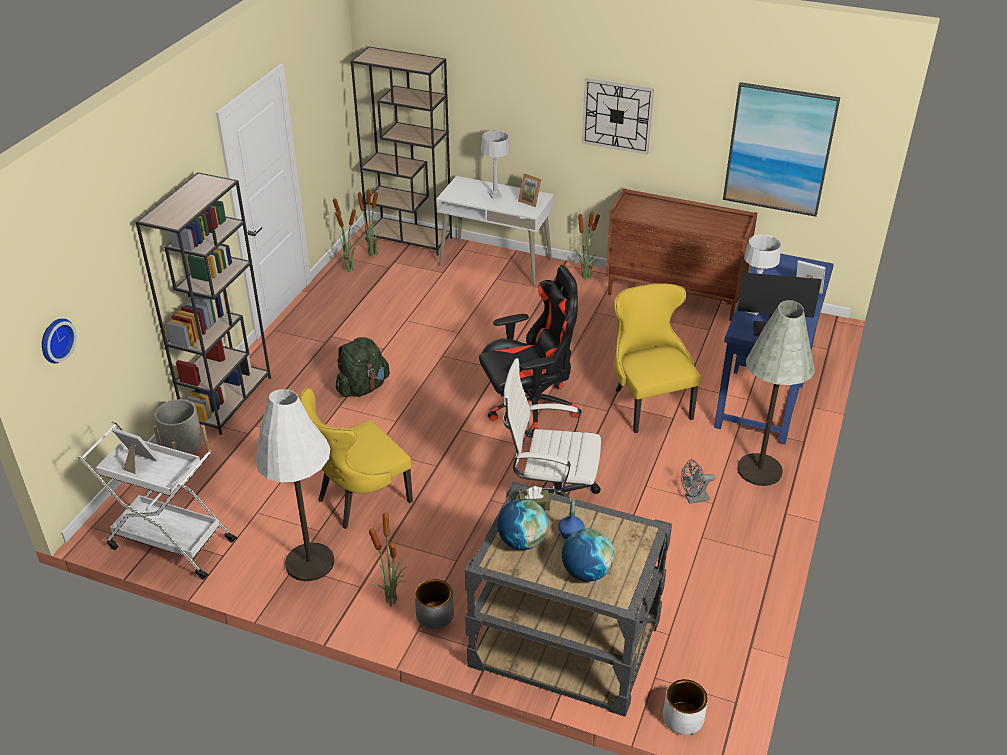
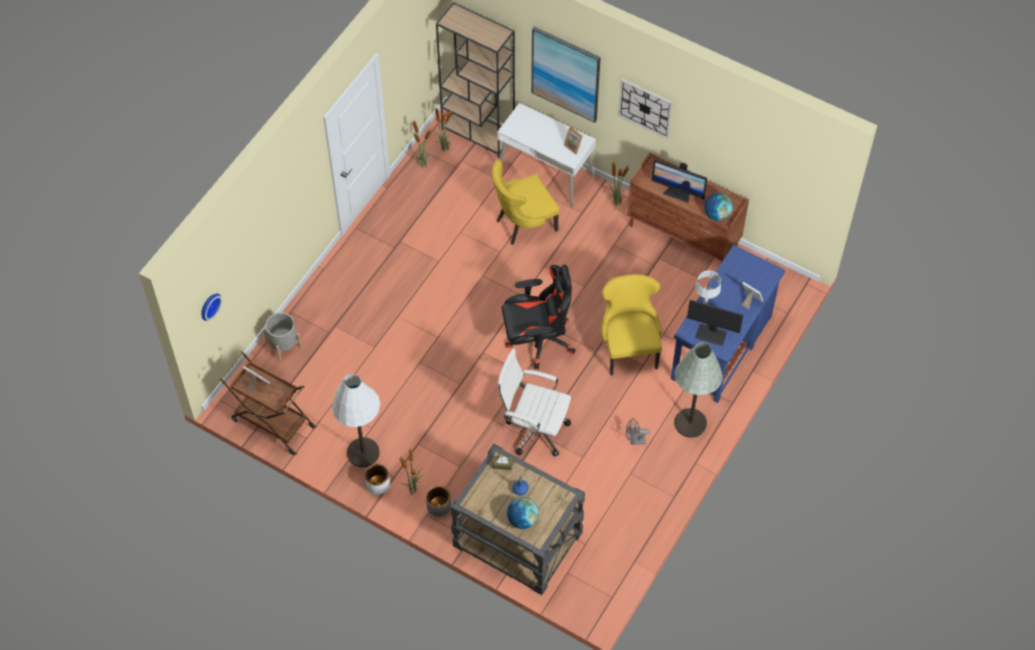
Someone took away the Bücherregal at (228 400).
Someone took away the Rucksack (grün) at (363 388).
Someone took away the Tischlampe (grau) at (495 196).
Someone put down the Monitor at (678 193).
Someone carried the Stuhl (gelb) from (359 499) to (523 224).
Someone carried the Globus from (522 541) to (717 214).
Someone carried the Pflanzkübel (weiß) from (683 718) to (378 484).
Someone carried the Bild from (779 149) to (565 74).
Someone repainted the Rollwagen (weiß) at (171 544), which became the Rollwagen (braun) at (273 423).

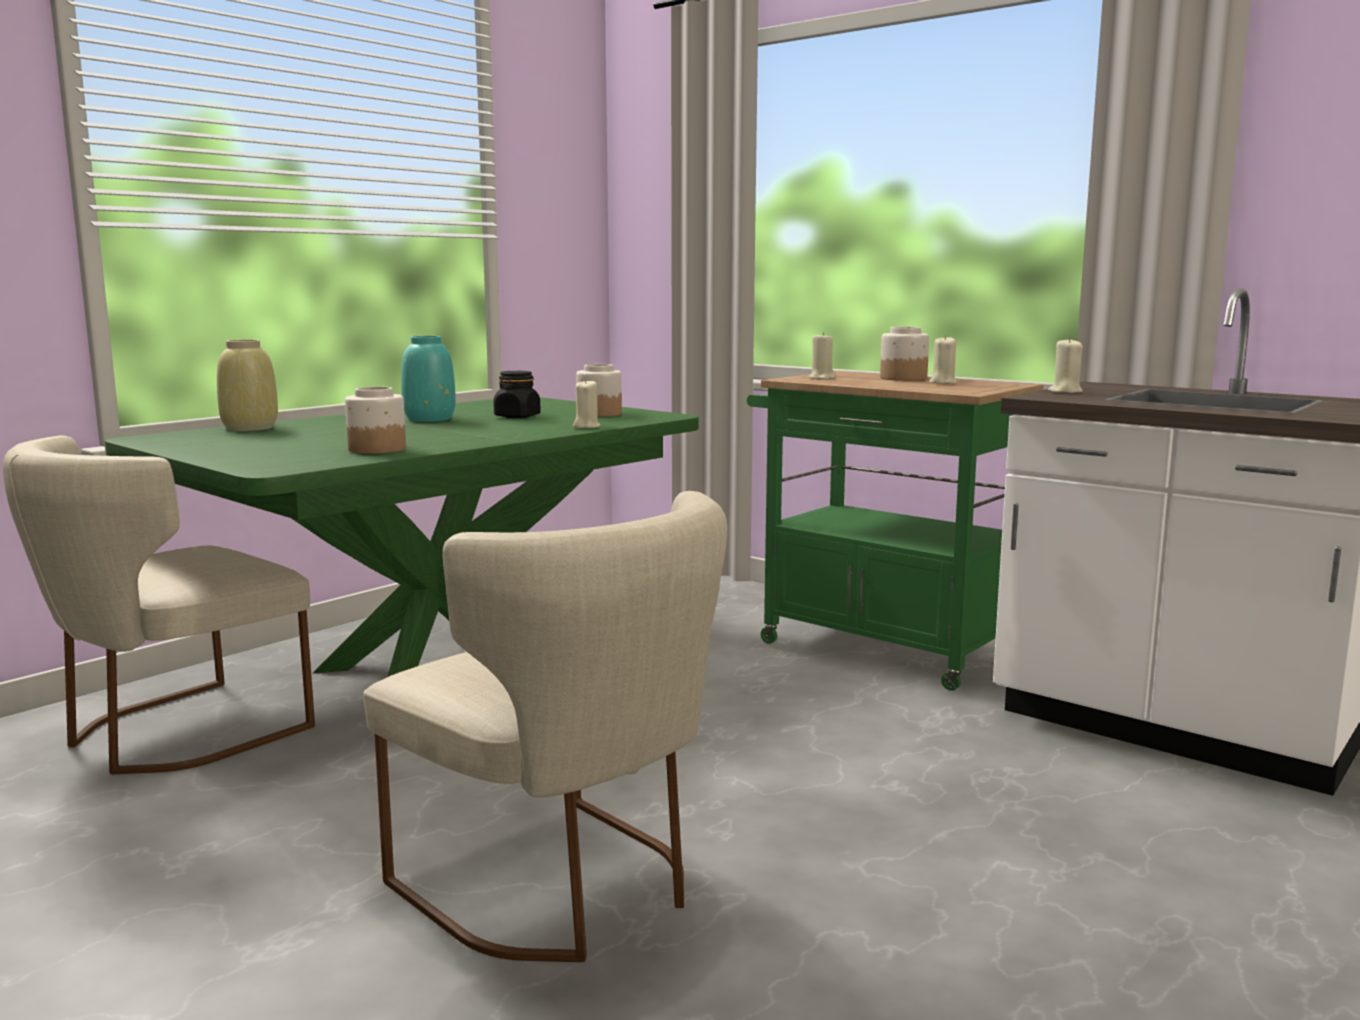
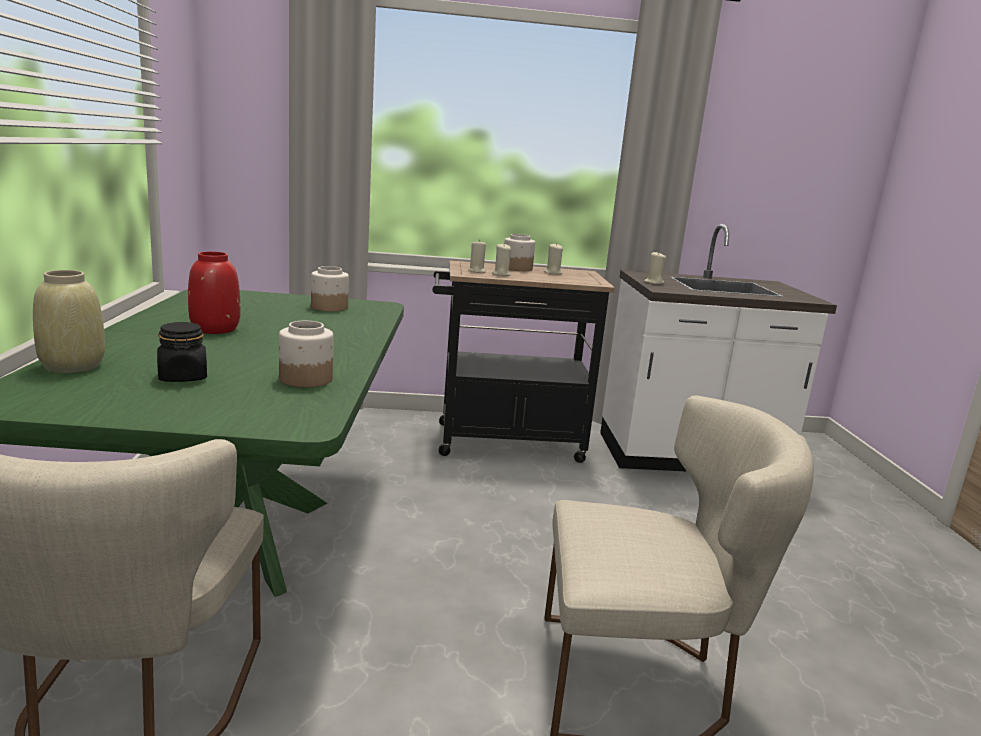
Someone carried the Vorratsglas (schwarz) from (517 416) to (183 377).
Someone carried the Kerze (beige) from (586 427) to (501 274).
Someone repainted the Vase (türkis) at (429 419), which became the Vase (rot) at (214 329).
Someone repainted the Rollwagen (grün) at (879 647), which became the Rollwagen (schwarz) at (504 442).

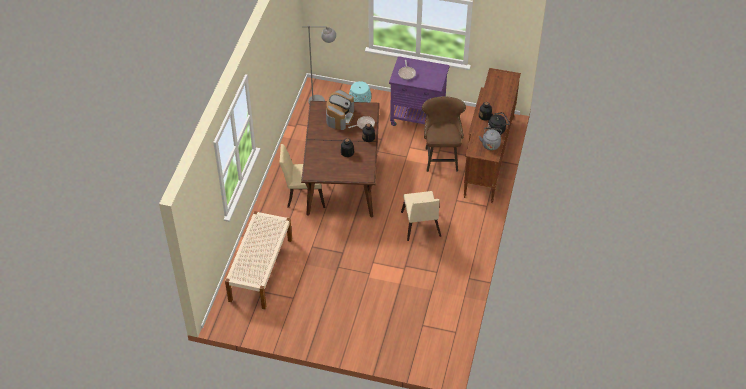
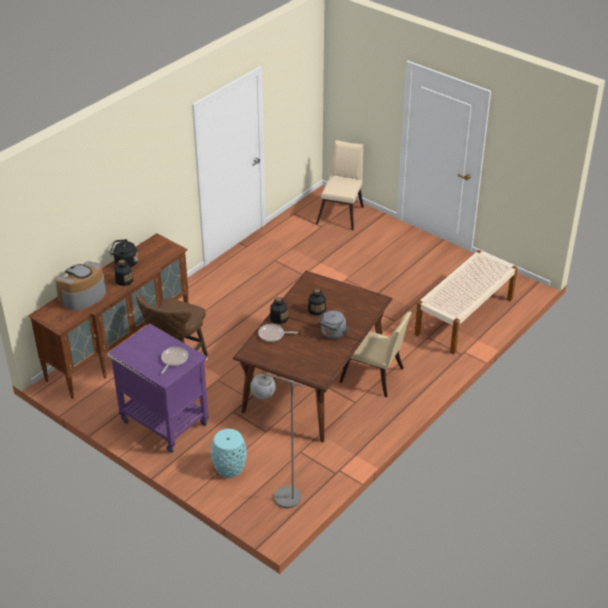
Someone carried the Kaffeemaschine from (339 117) to (83 296).
Someone carried the Stuhl (beige) from (420 227) to (341 213).
Someone carried the Wasserkessel (grau) from (490 144) to (332 334).

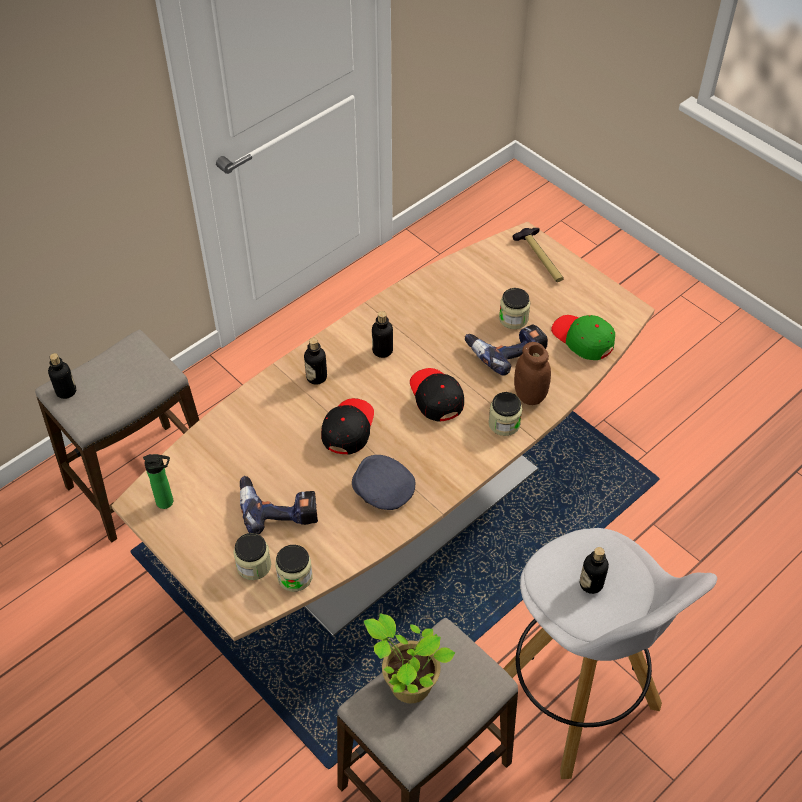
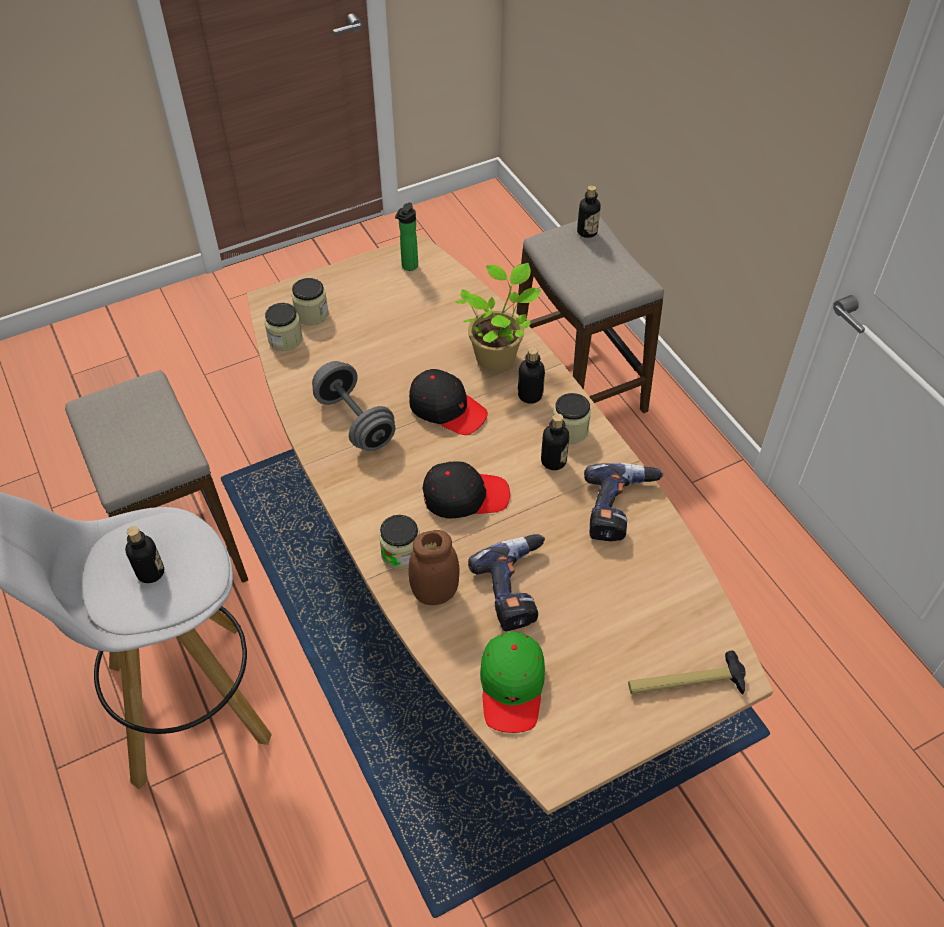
Someone carried the Bohrmaschine from (279 508) to (620 508).
Someone carried the Topfpflanze from (407 683) to (497 355).
Someone carried the Vorratsglas from (513 319) to (569 430).
Someone swapped the Kappe (grau) at (382 490) for the Hantel (grau) at (355 421).
Someone rotated the Kappe (grün) at (582 339) by 120 degrees clockwise.

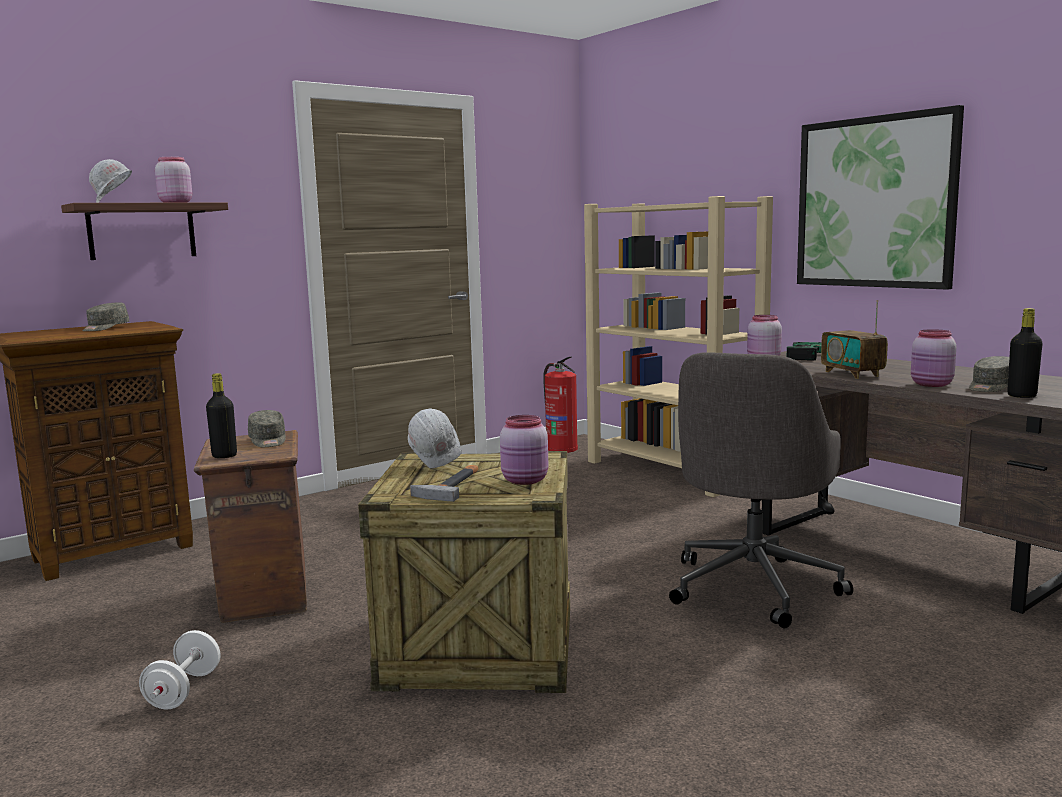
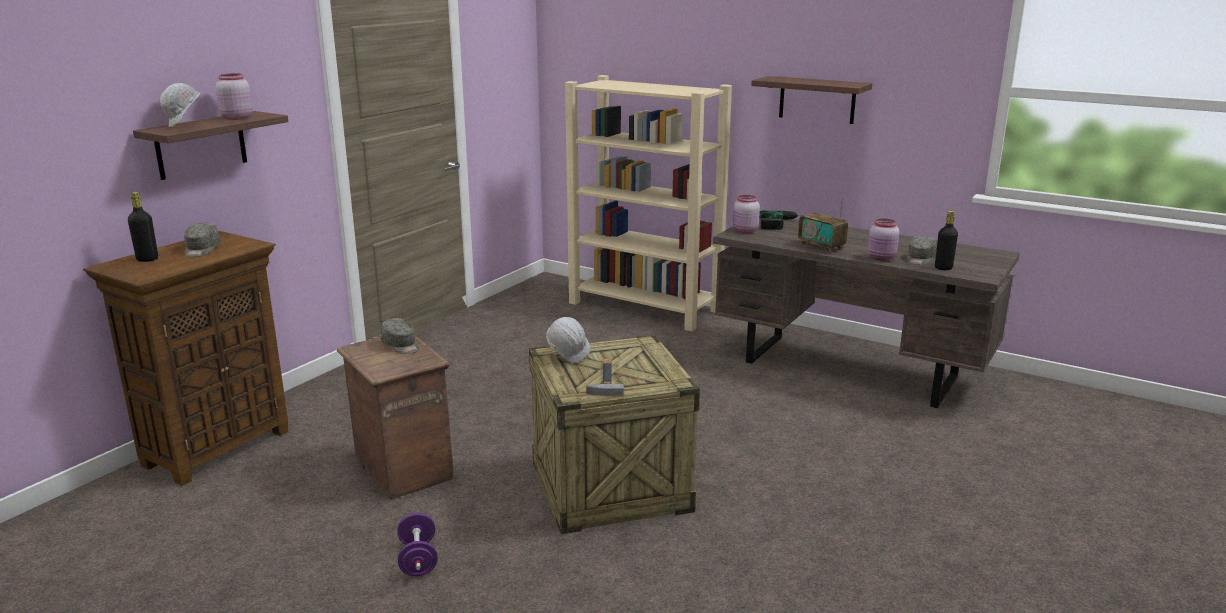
Someone took away the Vorratsglas (rosa) at (526 481).
Someone took away the Feuerlöscher at (561 448).
Someone took away the Bürostuhl (grau) at (753 588).
Someone carried the Flasche (schwarz) from (224 456) to (147 259).
Someone swapped the Bild at (875 202) for the Wandregal at (817 100).
Someone repainted the Hantel (weiß) at (183 691), which became the Hantel (lila) at (418 559).

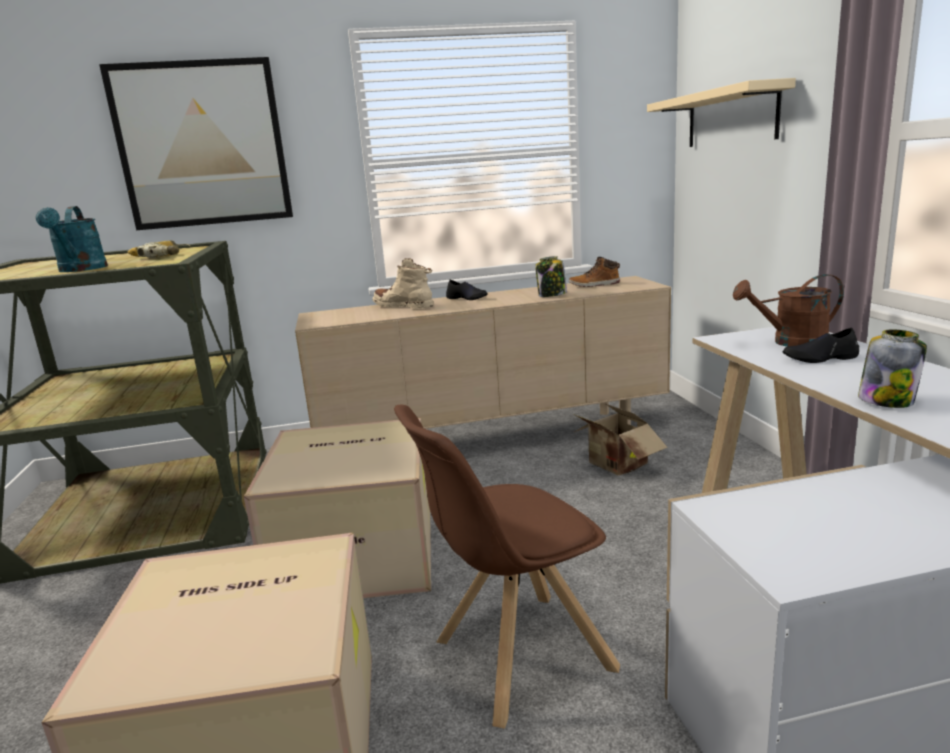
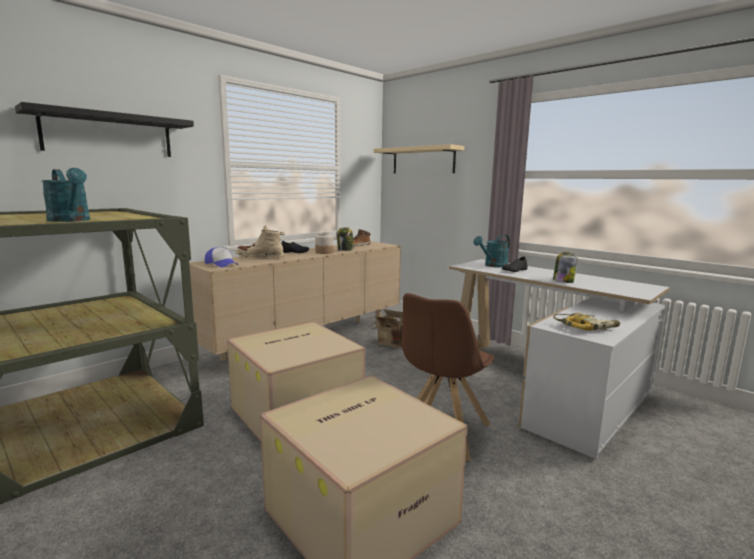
Someone put down the Kappe at (222 264).
Someone put down the Vorratsglas at (324 252).
Someone carried the Bohrmaschine from (164 256) to (586 327).
Someone swapped the Bild at (202 145) for the Wandregal (schwarz) at (109 135).
Someone repainted the Gießkanne (braun) at (791 343), which became the Gießkanne (türkis) at (493 266).

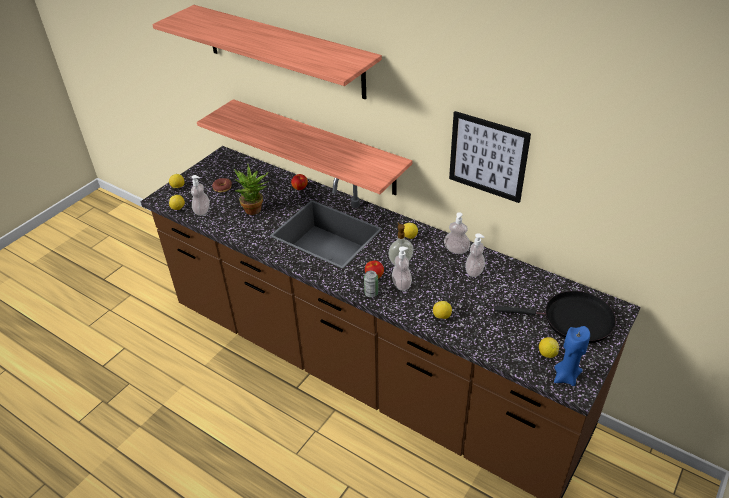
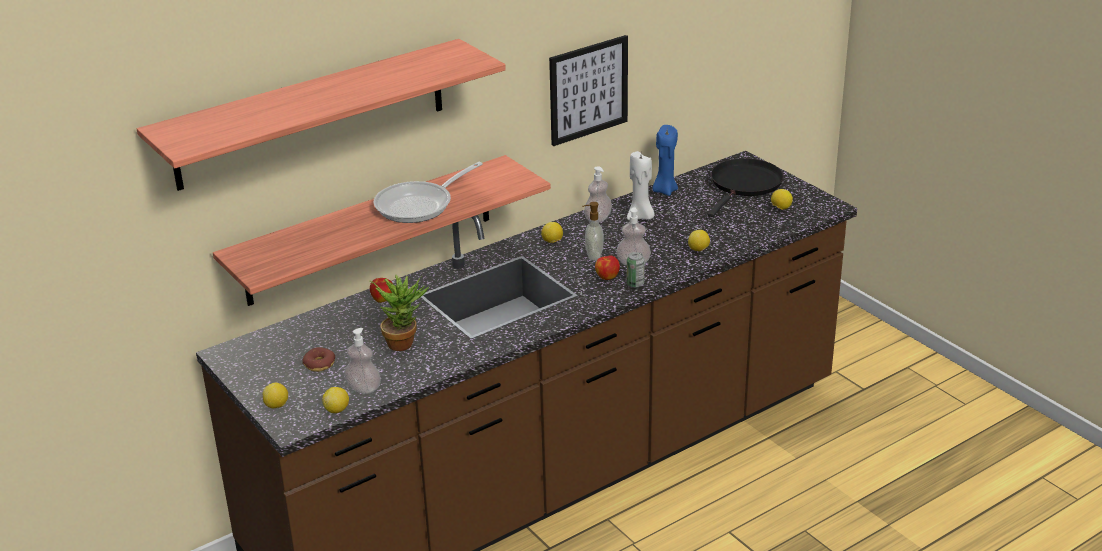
Someone put down the Pfanne at (420 205).
Someone carried the Kerze (blau) from (566 377) to (664 190).
Someone swapped the Seifenspender at (474 271) for the Kerze (weiß) at (641 217).

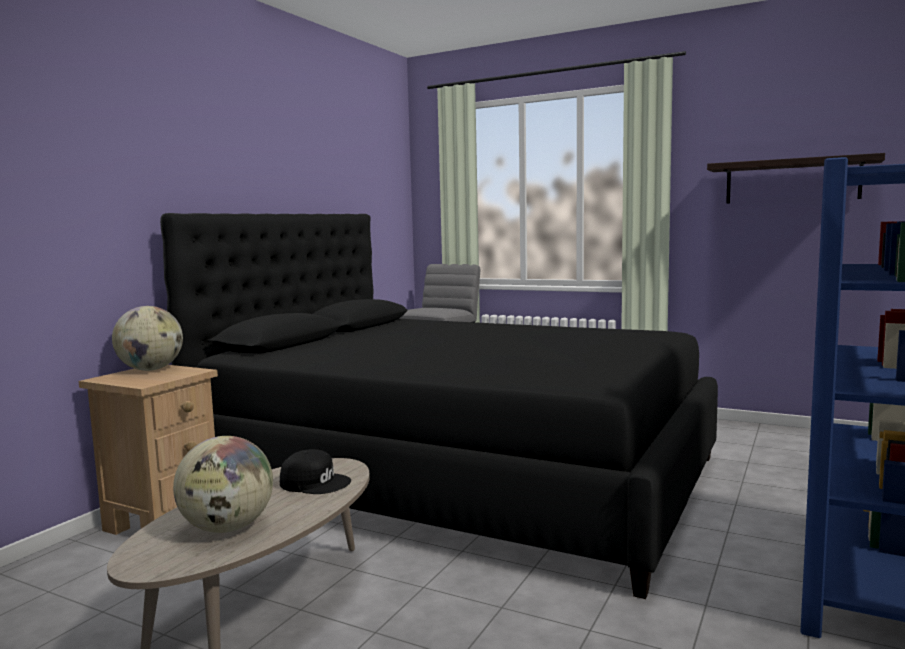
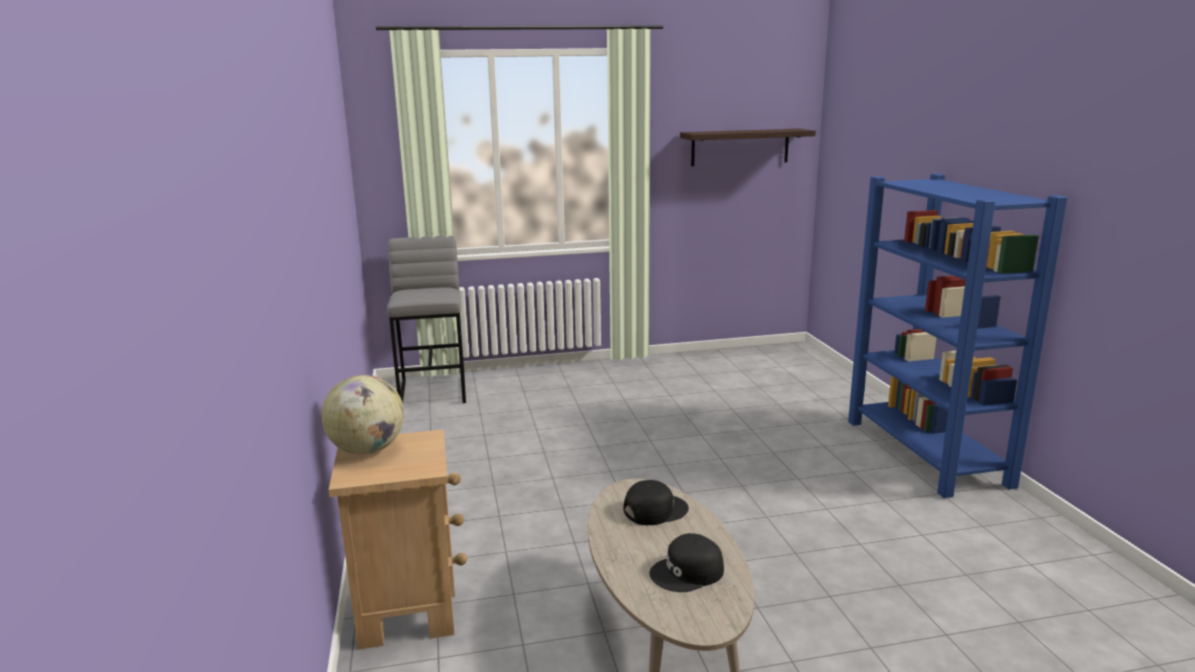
Someone took away the Bett (schwarz) at (458 475).
Someone swapped the Globus at (227 528) for the Kappe (schwarz) at (688 572).

